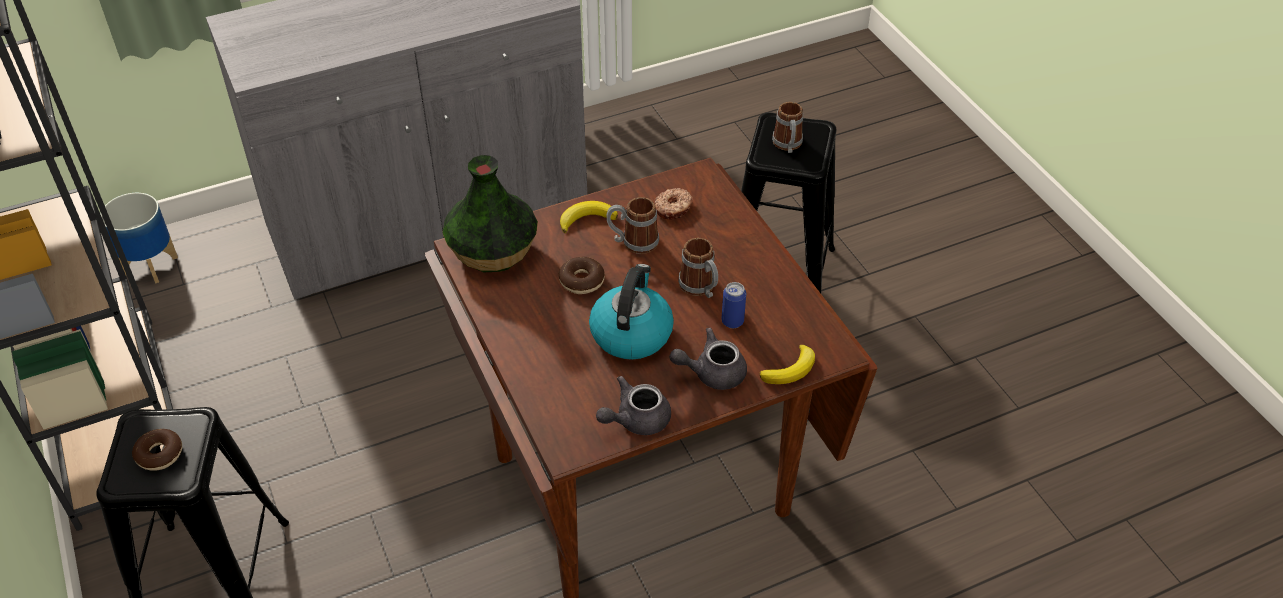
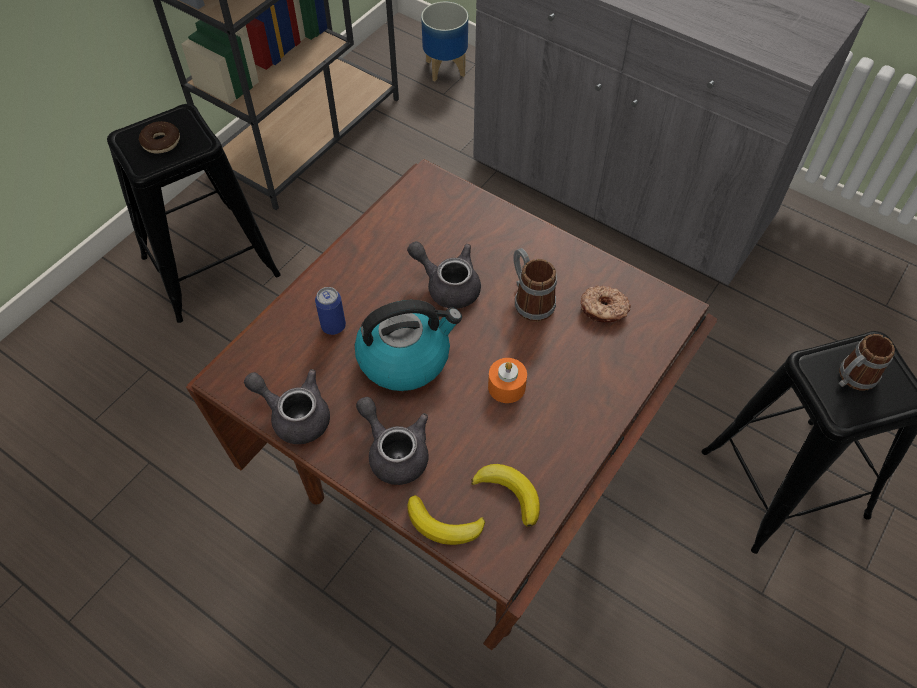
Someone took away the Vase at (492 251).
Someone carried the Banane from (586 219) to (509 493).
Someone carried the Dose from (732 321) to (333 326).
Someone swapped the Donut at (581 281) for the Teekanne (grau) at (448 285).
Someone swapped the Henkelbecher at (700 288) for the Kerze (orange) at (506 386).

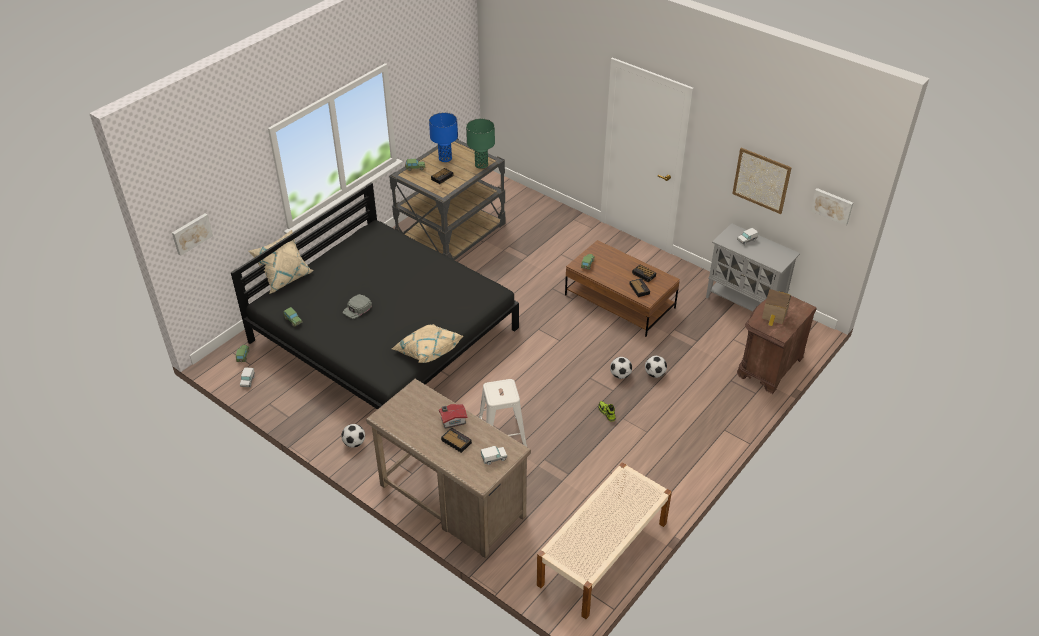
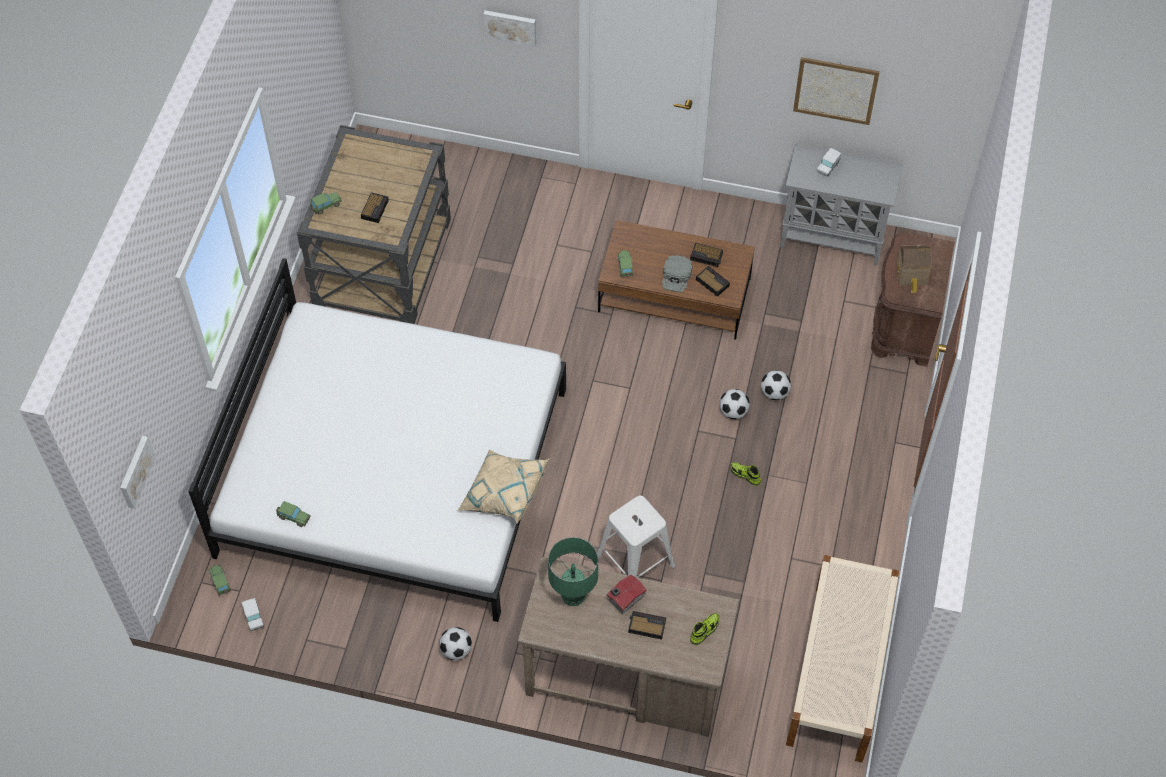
Someone took away the Kissen (beige) at (285 277).
Someone took away the Tischlampe (blau) at (445 158).
Someone carried the Kappe (grau) from (357 309) to (676 276).
Someone carried the Tischlampe (grün) from (481 165) to (573 596).
Someone carried the Bild from (832 205) to (510 27).
Someone swapped the Spielzeuglaster at (494 458) for the Schuh at (704 630).
Someone repainted the Bett (schwarz) at (384 334), which became the Bett (weiß) at (393 470).

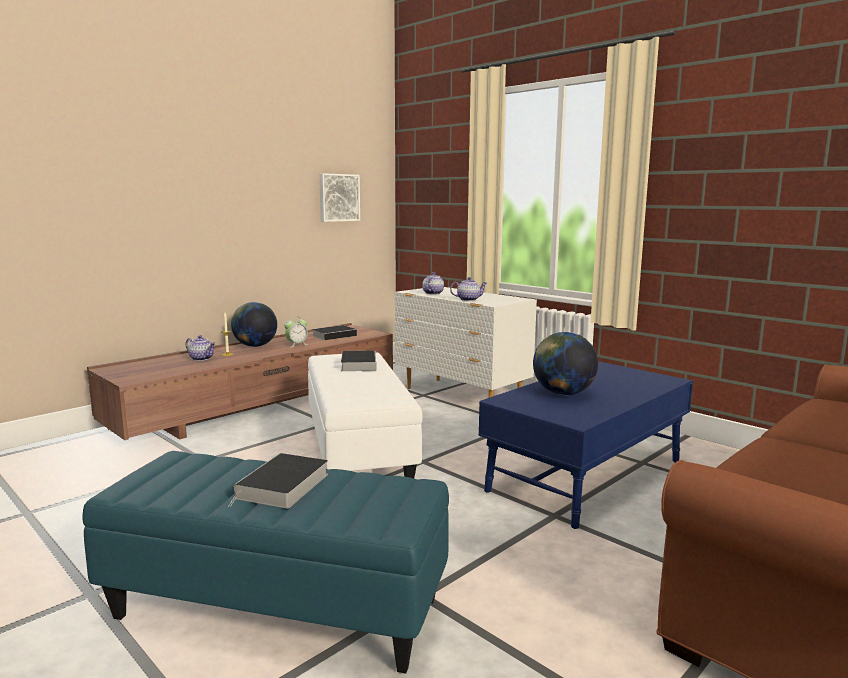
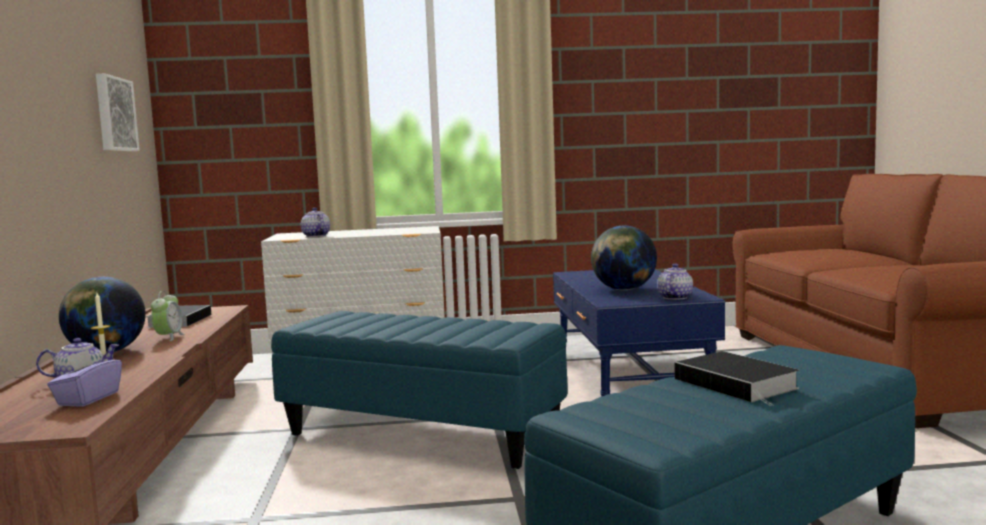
Someone took away the Buch at (358 364).
Someone put down the Taschentuchbox (lila) at (88 399).
Someone carried the Teekanne from (468 299) to (674 297).
Someone repainted the Polsterhocker (weiß) at (360 454), which became the Polsterhocker (blau) at (422 434).

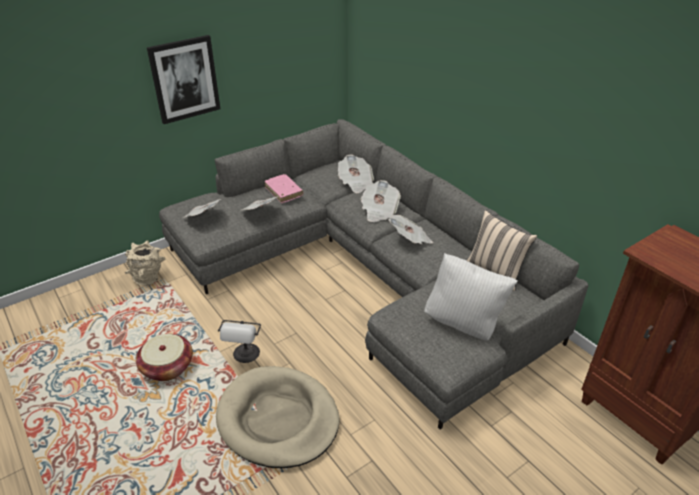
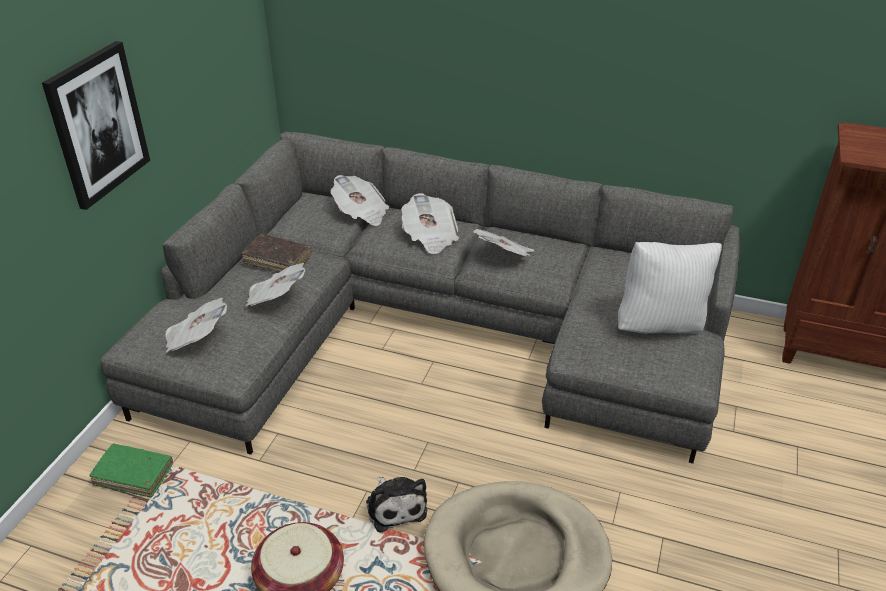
Someone took away the Kissen (beige) at (495 271).
Someone swapped the Vase (beige) at (149 278) for the Buch (grün) at (133 475).
Someone swapped the Tischlampe at (245 357) for the Plüschtier at (395 506).
Someone repainted the Buch (rosa) at (283 192), which became the Buch (braun) at (277 260).

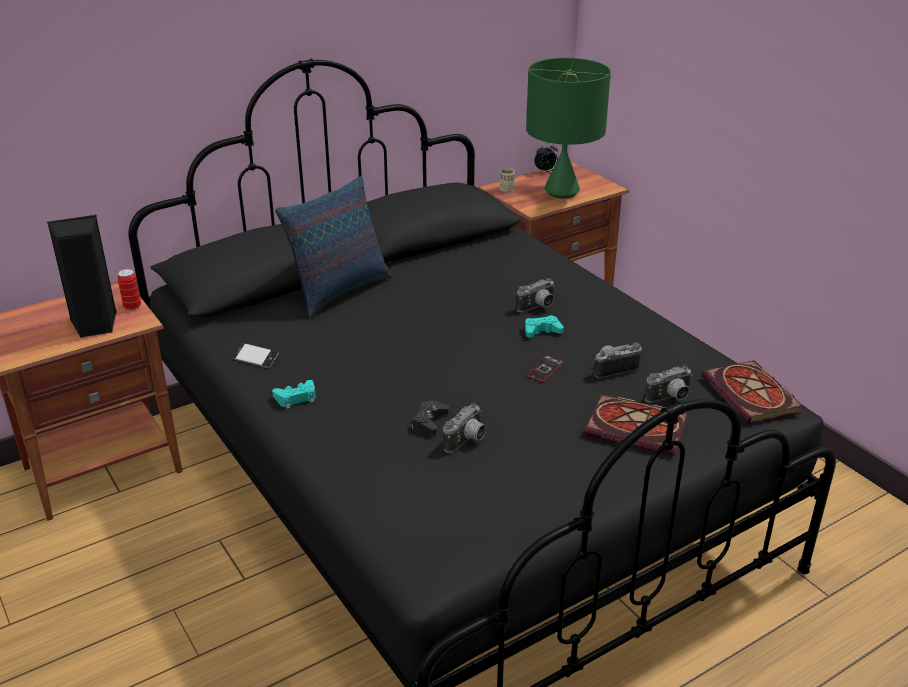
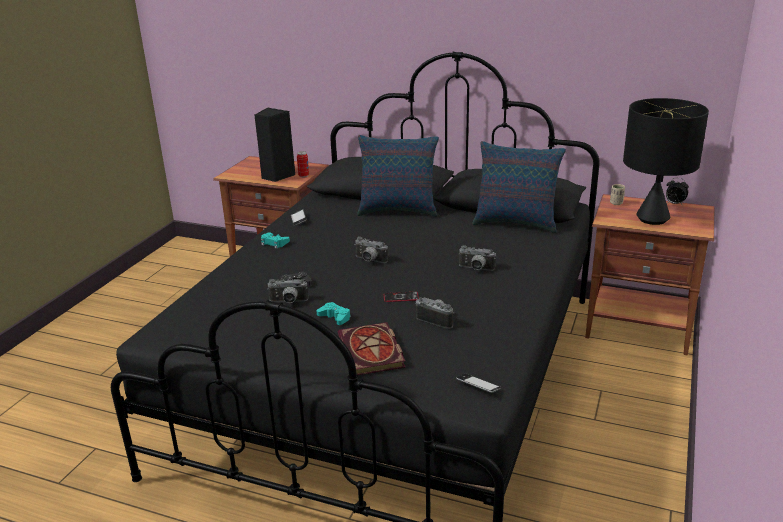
Someone put down the Kissen (blau) at (515 223).
Someone carried the Gamepad (türkis) from (542 331) to (335 317).
Someone carried the Kamera from (670 398) to (369 260).
Someone swapped the Buch at (753 396) for the Handy at (478 386).
Someone repainted the Tischlampe (grün) at (561 193), which became the Tischlampe (schwarz) at (652 219).

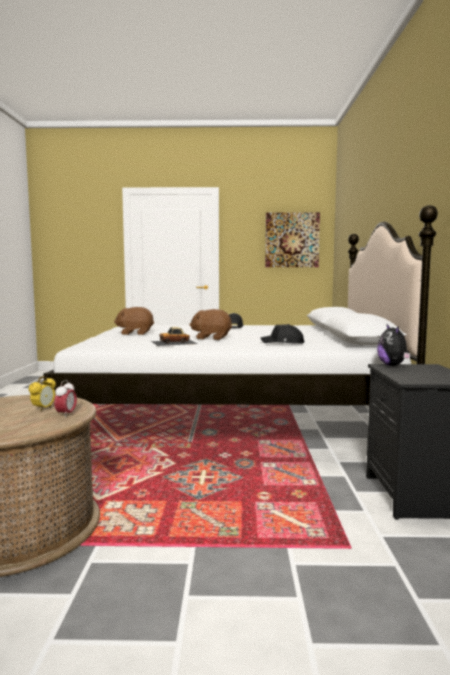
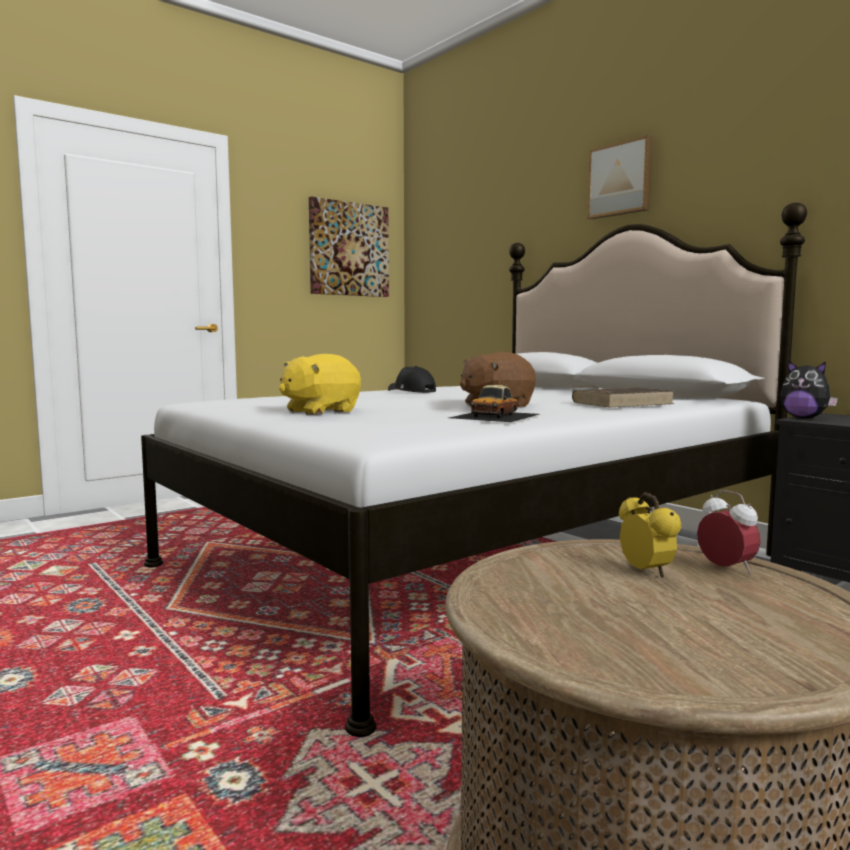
Someone put up the Bild at (621 179).
Someone swapped the Kappe (schwarz) at (283 342) for the Buch (braun) at (623 403).
Someone repainted the Plüschtier (braun) at (135 333), which became the Plüschtier (gelb) at (320 411).

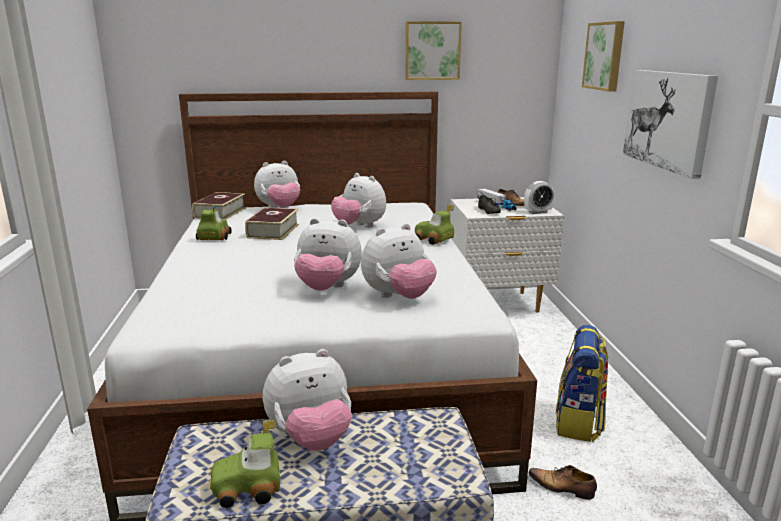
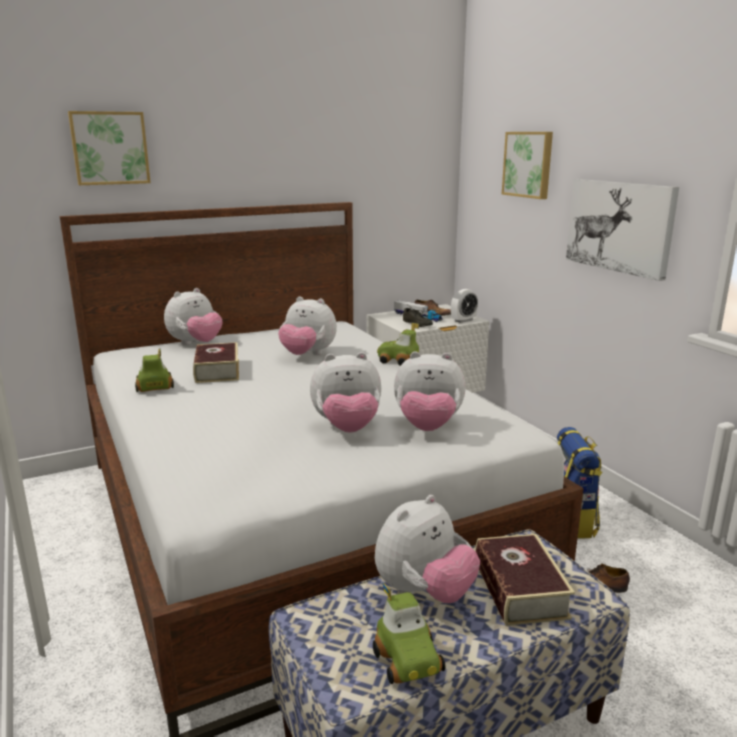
Someone carried the Buch from (220 213) to (520 589).
Someone carried the Bild from (432 50) to (110 148).
Someone rotated the Spielzeugauto at (248 489) by 75 degrees counterclockwise.
Someone rotated the Plüschtier at (398 297) by 60 degrees clockwise.

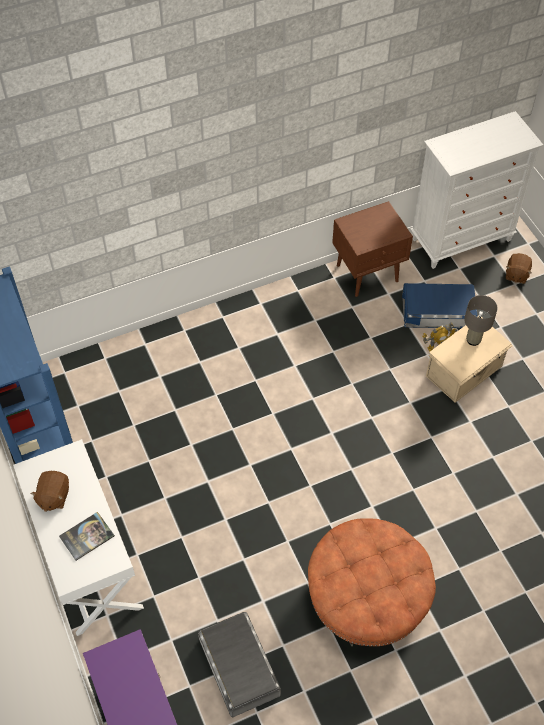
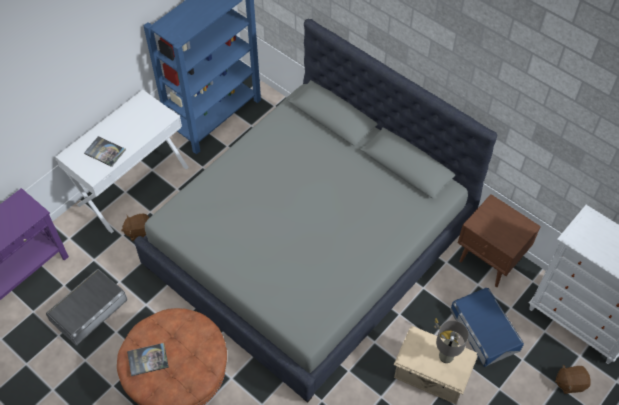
Someone put down the Buch at (148 359).
Someone put down the Bett (grau) at (310 245).
Someone carried the Plüschtier (braun) from (53 496) to (139 231).

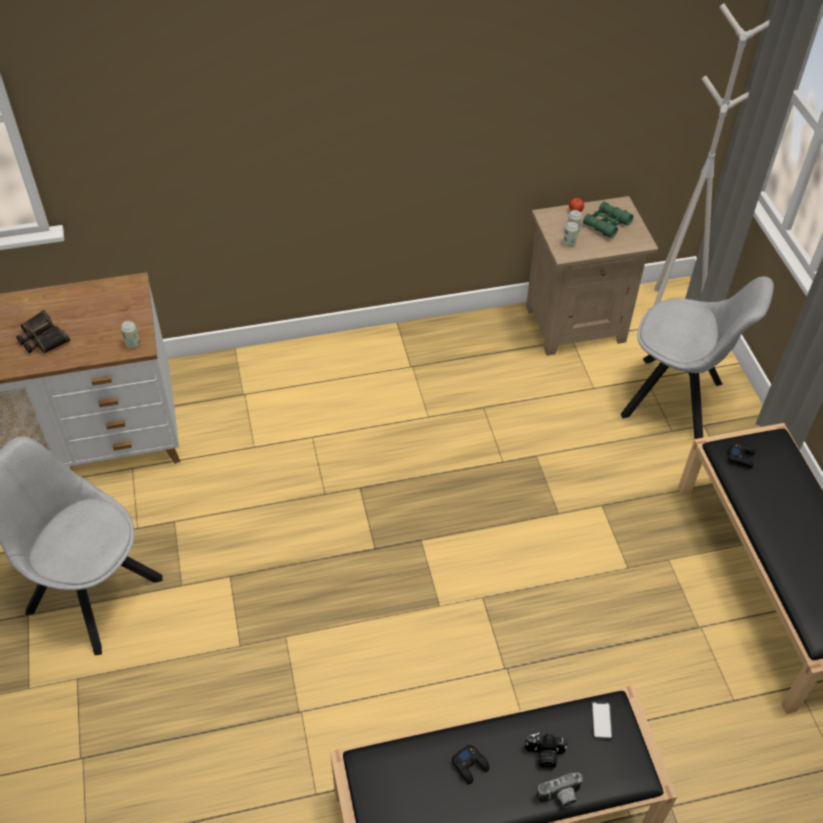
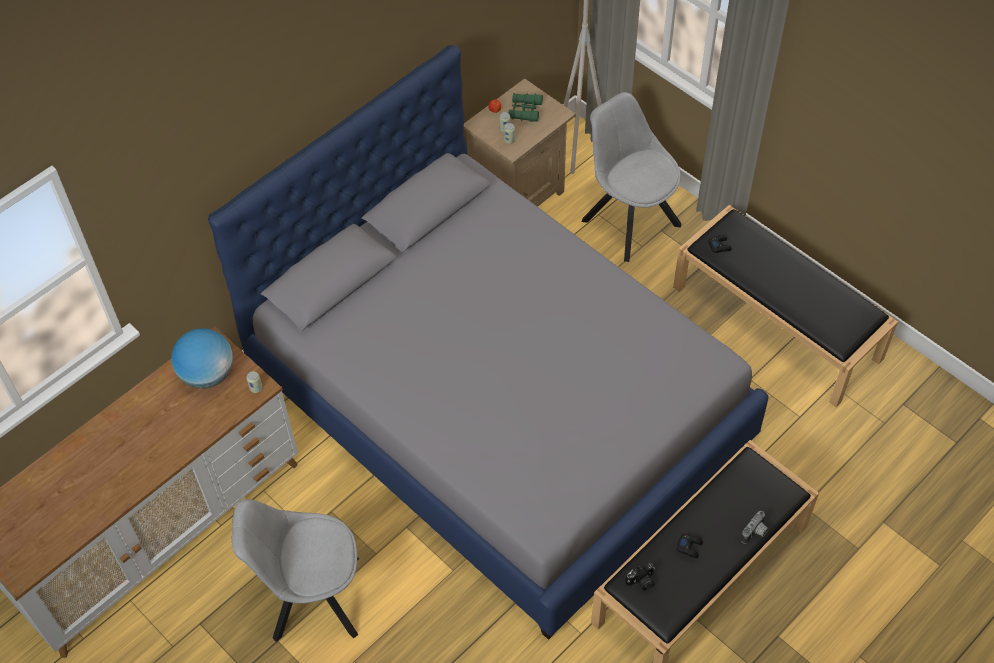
Someone took away the Fernglas at (42 338).
Someone took away the Handy at (601 720).
Someone put down the Globus at (208 374).
Someone put down the Bett (grau) at (497 404).
Someone carried the Kamera from (544 755) to (641 582).
Someone rotated the Stuhl (grau) at (675 400) by 120 degrees counterclockwise.

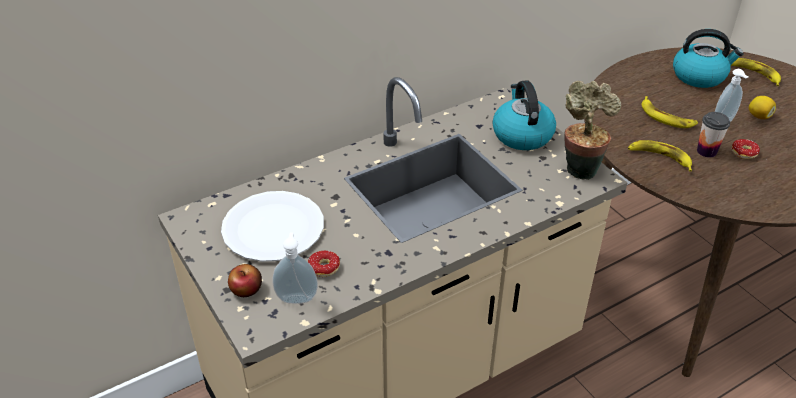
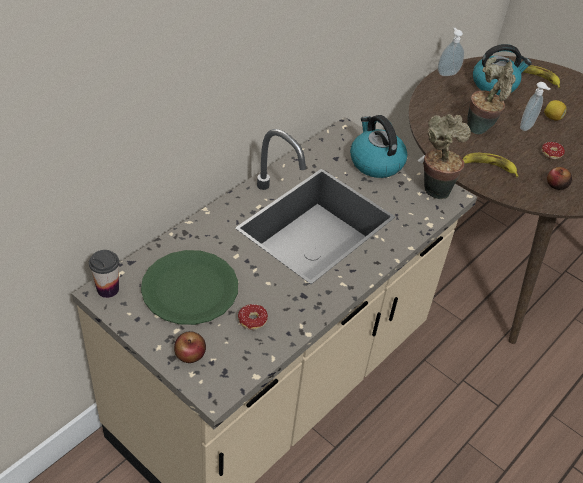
Someone put down the Apfel at (556 185).
Someone carried the Seifenspender from (297 297) to (447 73).
Someone carried the Tasse from (706 151) to (108 289).
Someone swapped the Banane at (666 117) for the Topfpflanze at (481 127).
Someone repainted the Teller (weiß) at (273 228), which became the Teller (grün) at (190 288).

